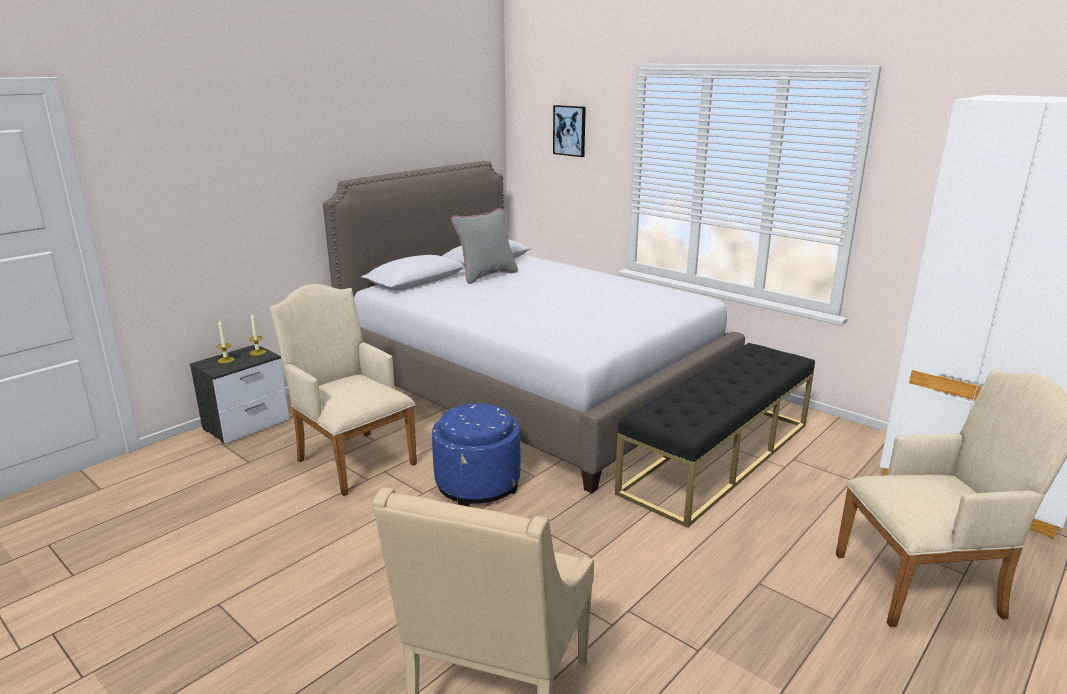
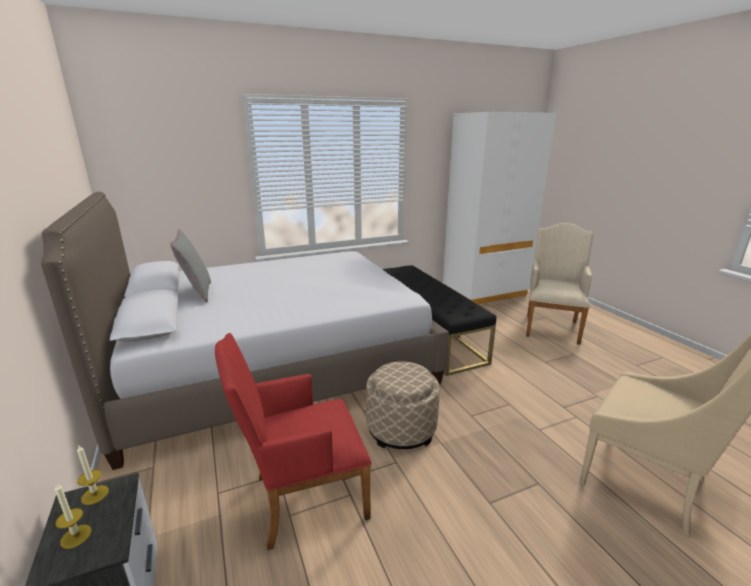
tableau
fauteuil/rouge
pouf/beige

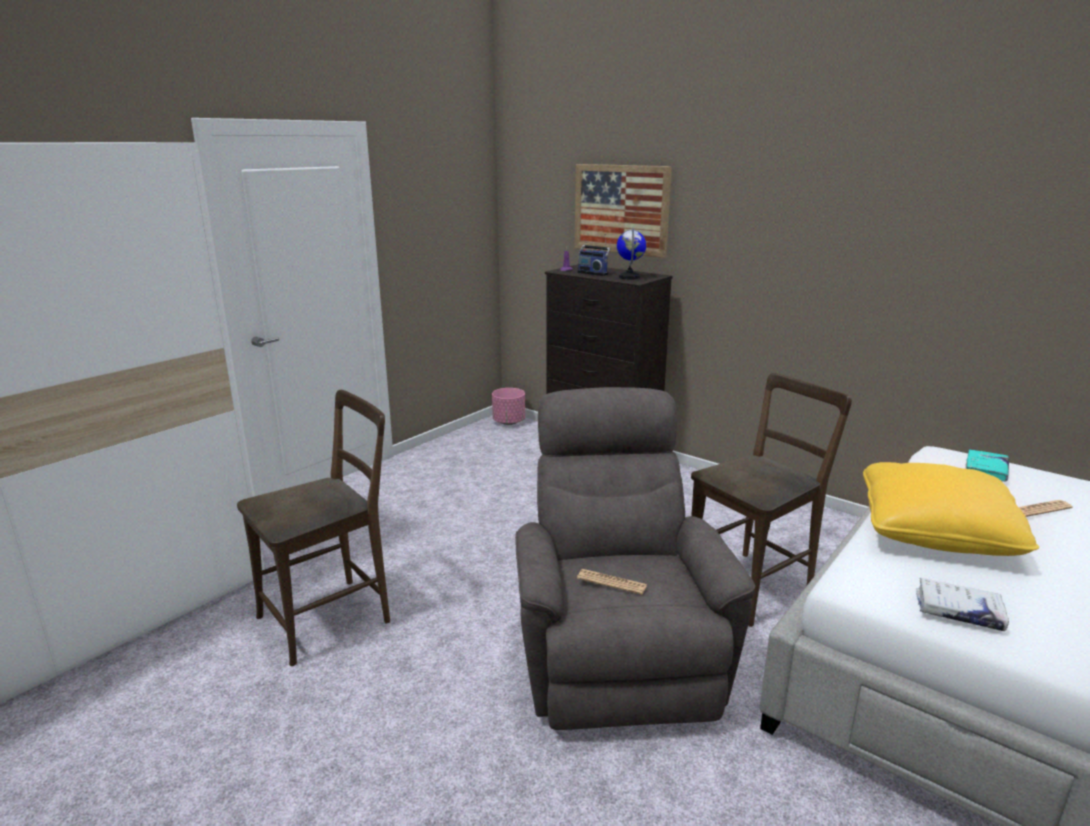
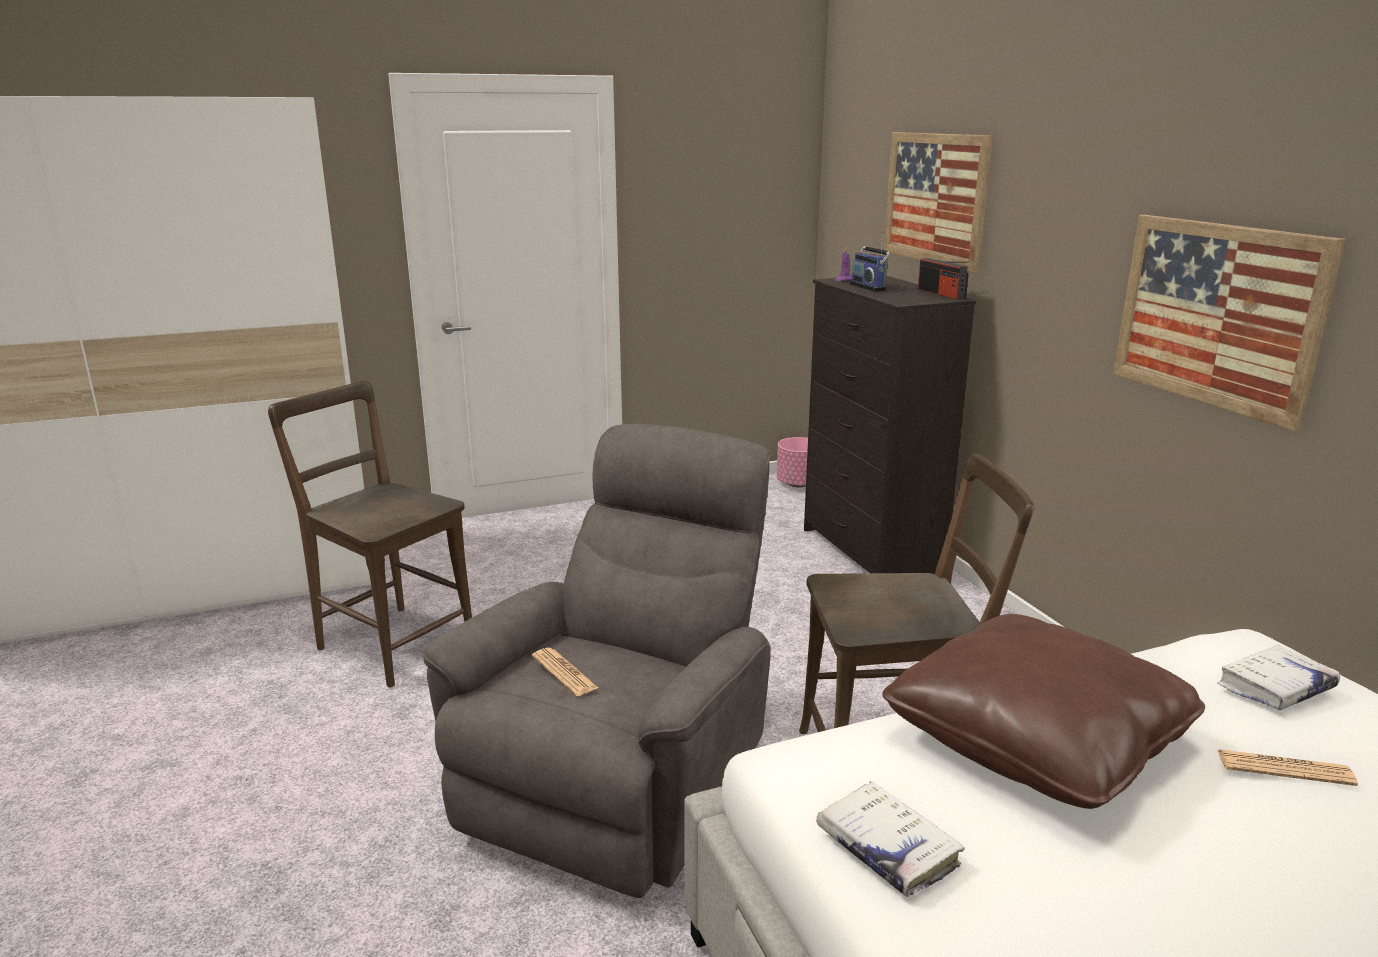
globe
radio (no. 2 from left)
tableau (no. 2 from left)
coussin/marron
livre/blanc (no. 2 from left)
chaise/marron (no. 1 from left)

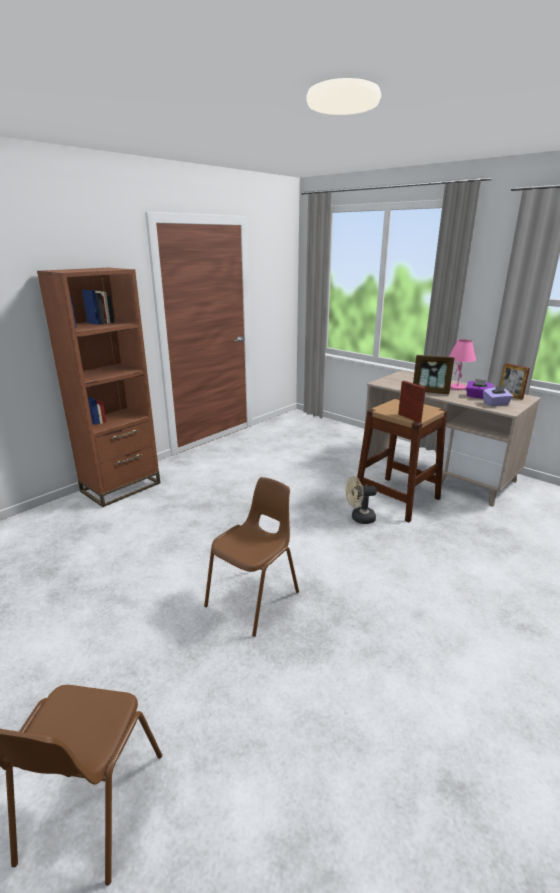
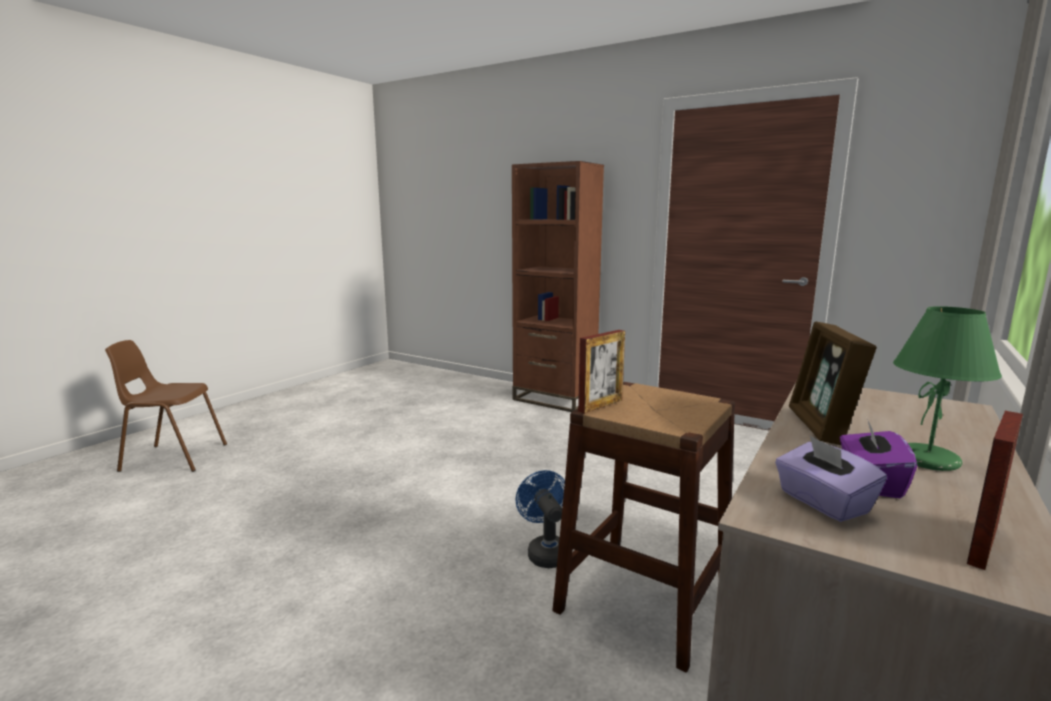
chaise/marron (no. 2 from left in the first image)
ventilateur/bleu
lampe de table/vert

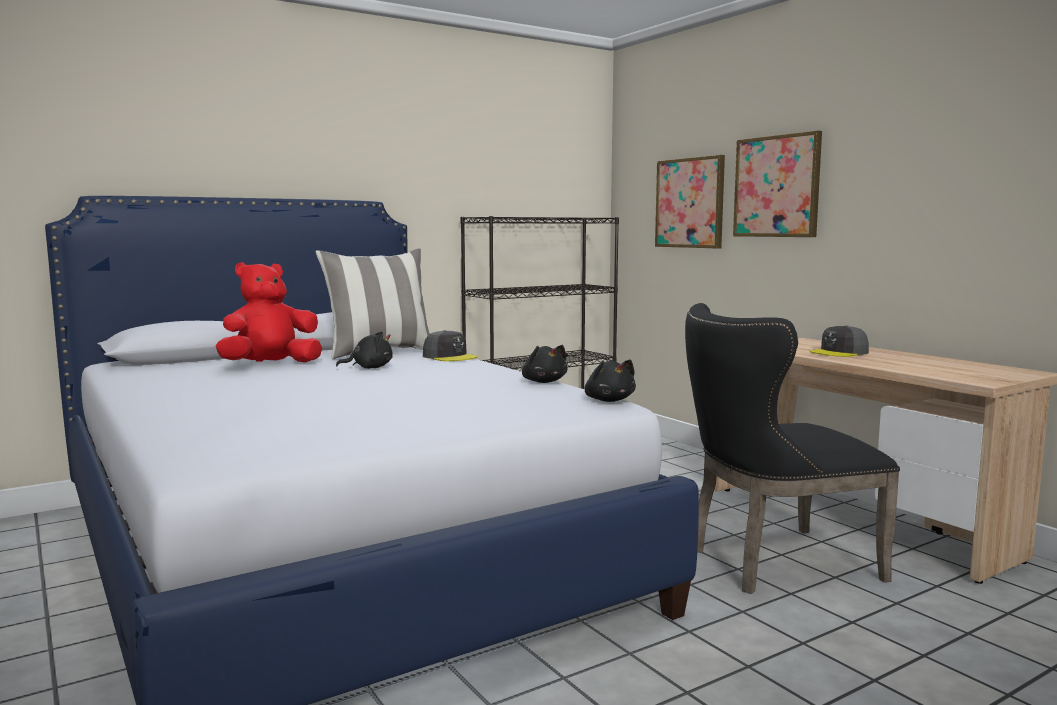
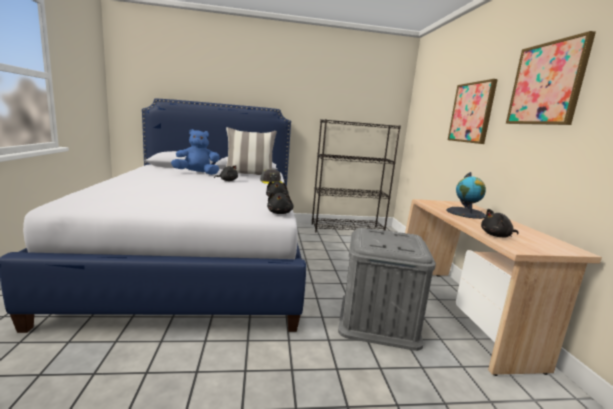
peluche/noir (no. 4 from left)
tableau (no. 2 from left)
boîte de rangement/gris
globe
peluche/bleu

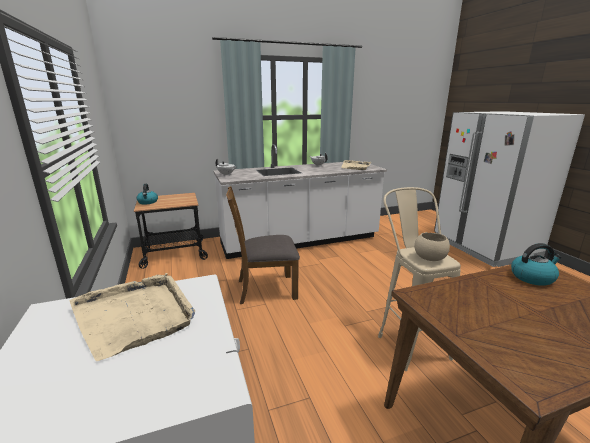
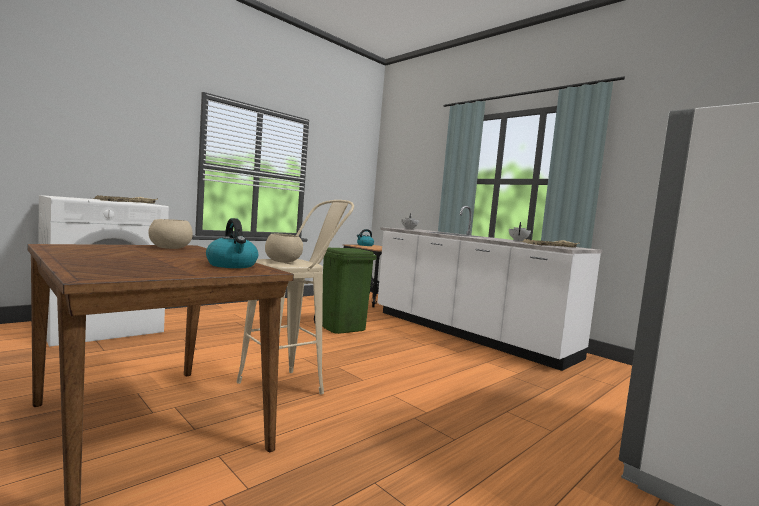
bol/beige (no. 1 from left)
poubelle/vert

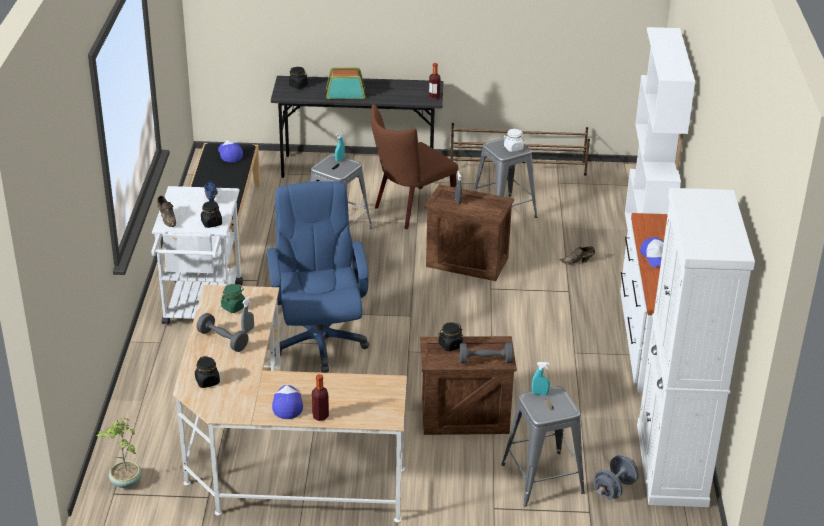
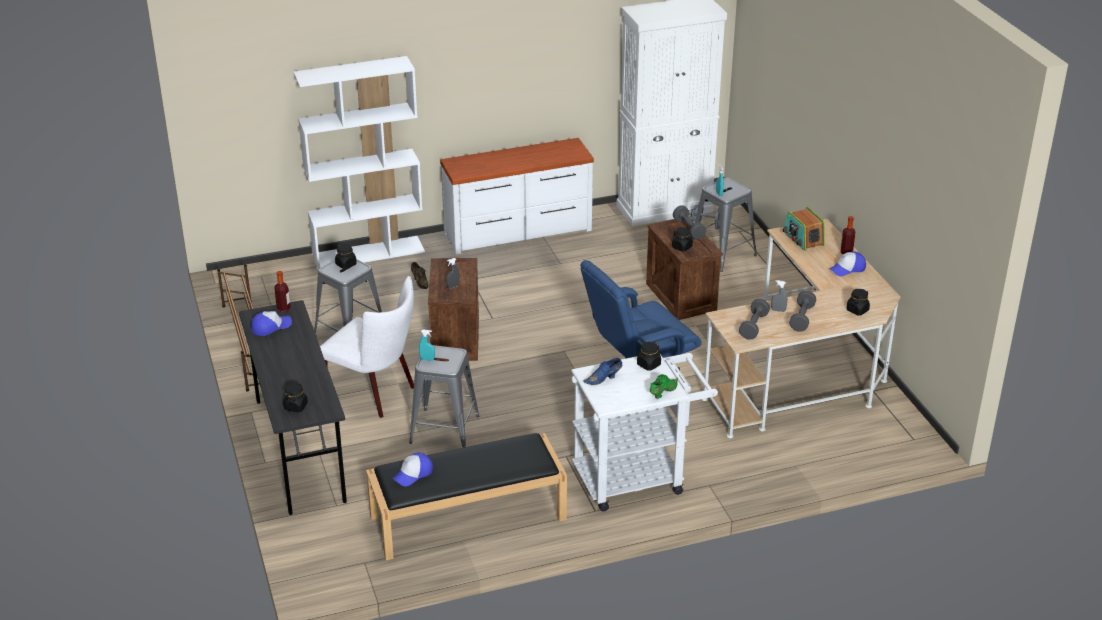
plante en pot
radio
casquette (no. 1 from left)
haltère/gris (no. 3 from left)
chaussure/vert
chaise/blanc
bocal/noir (no. 2 from left)

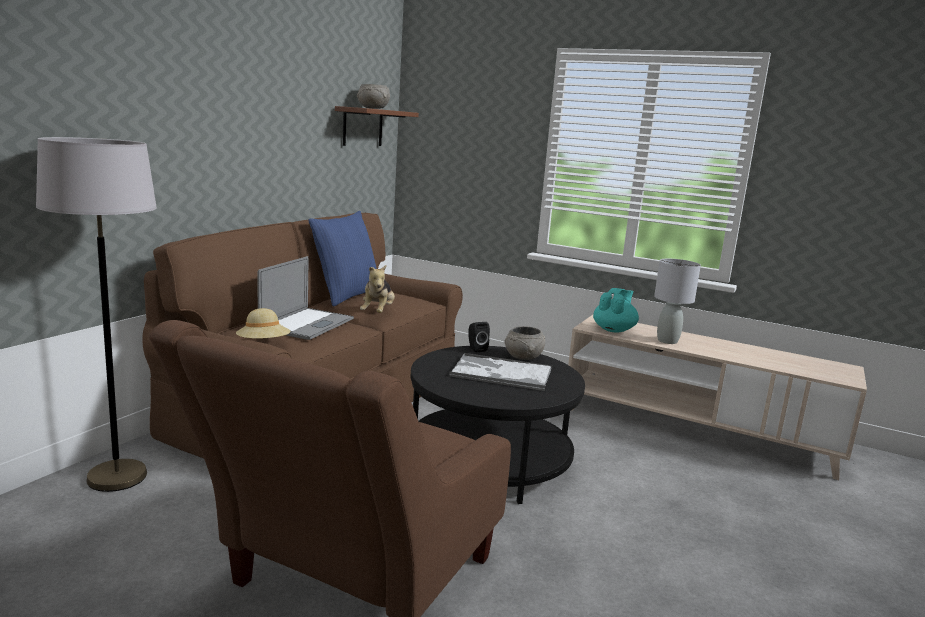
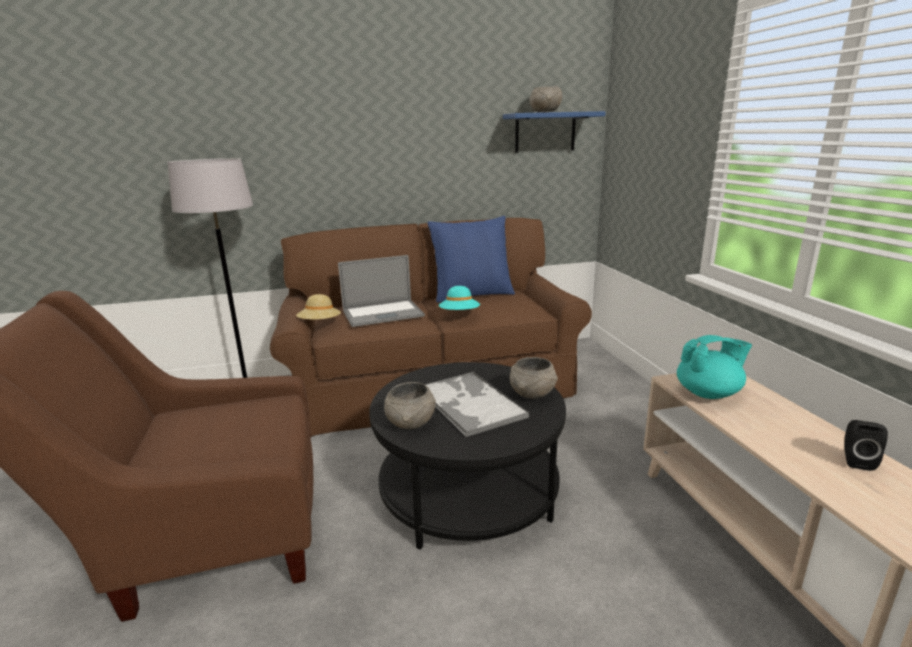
lampe de table/gris
bol/gris (no. 1 from left)
enceinte/noir
chapeau/turquoise
étagère/bleu

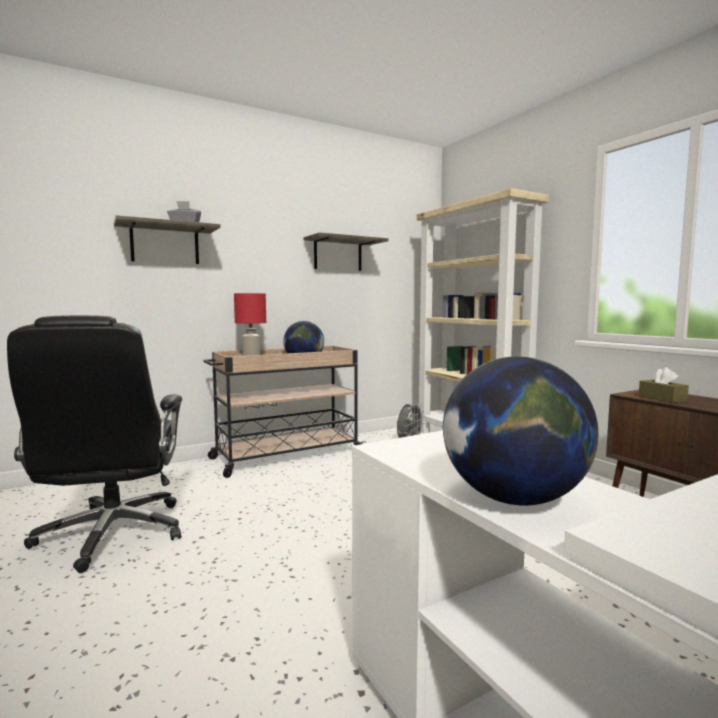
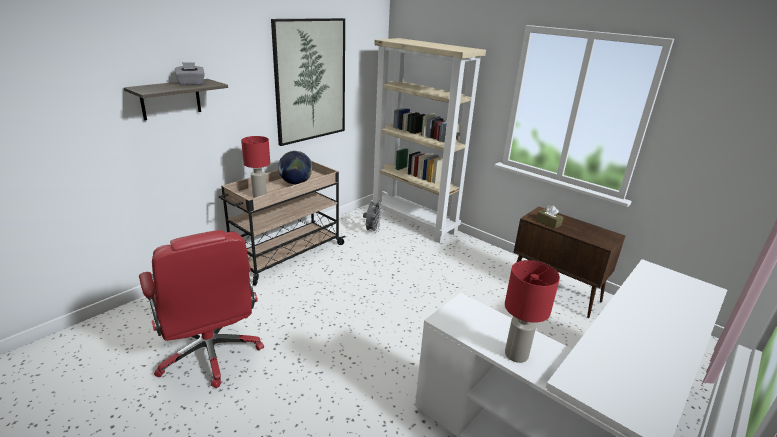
tableau
lampe de table/rouge (no. 2 from left)
chaise de bureau/rouge

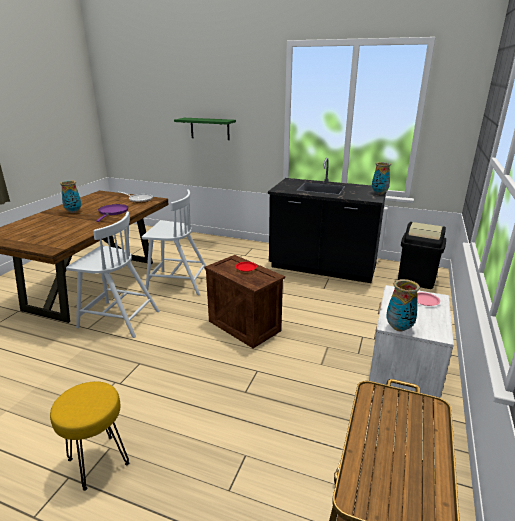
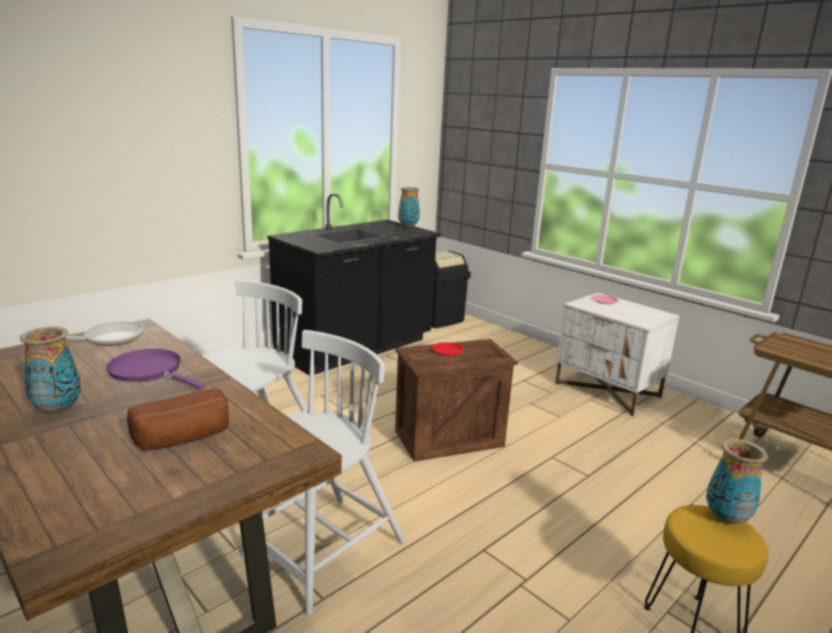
étagère/vert
pain
vase (no. 3 from left)

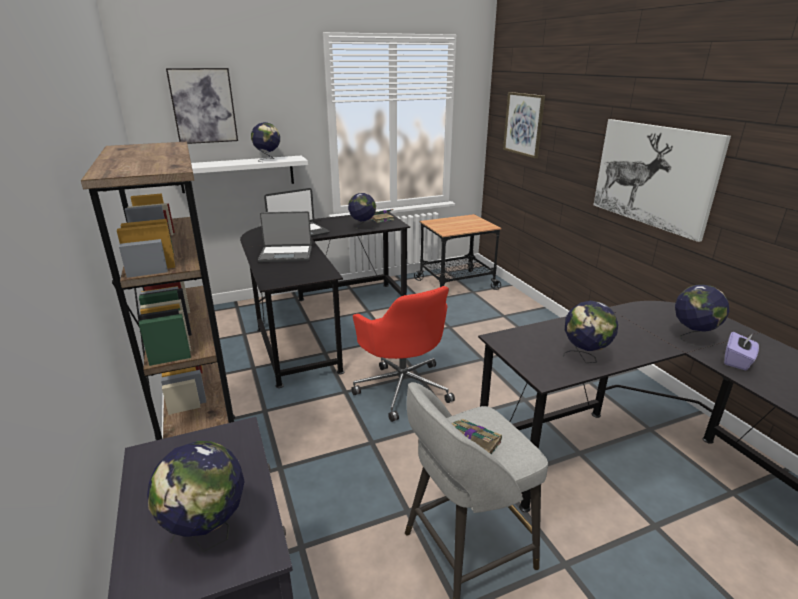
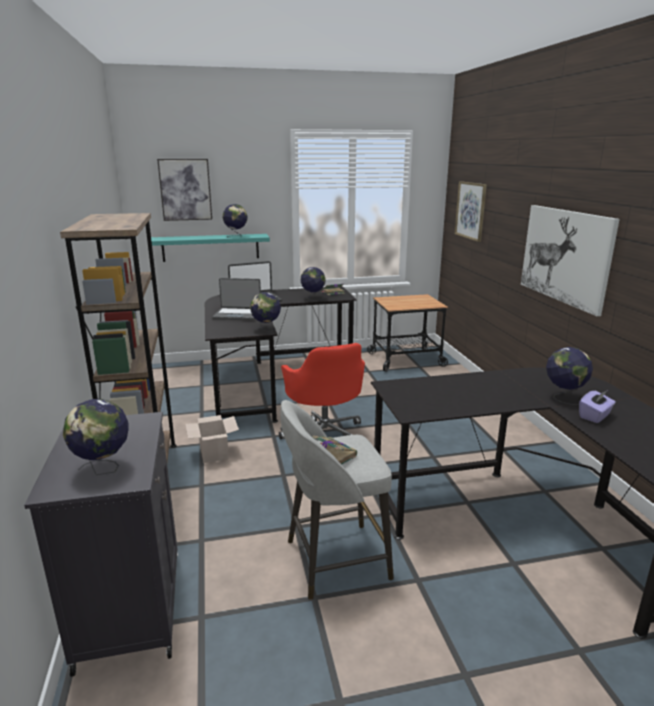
carton
globe (no. 3 from left)
étagère/turquoise

